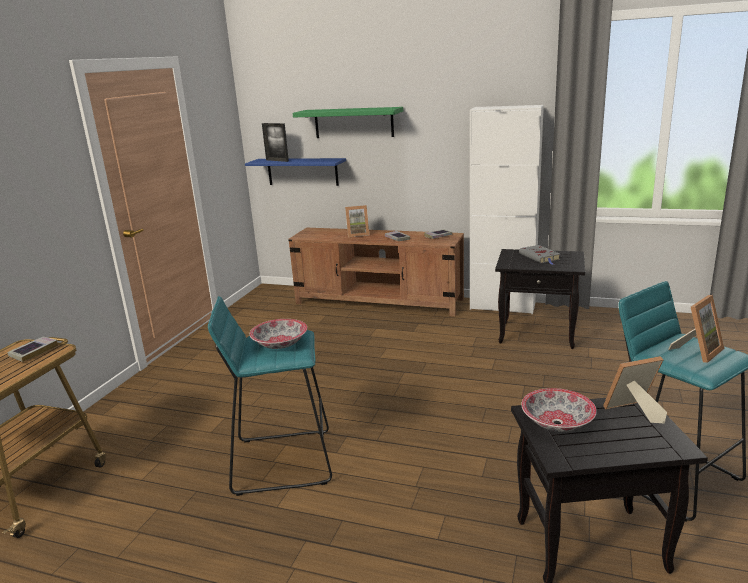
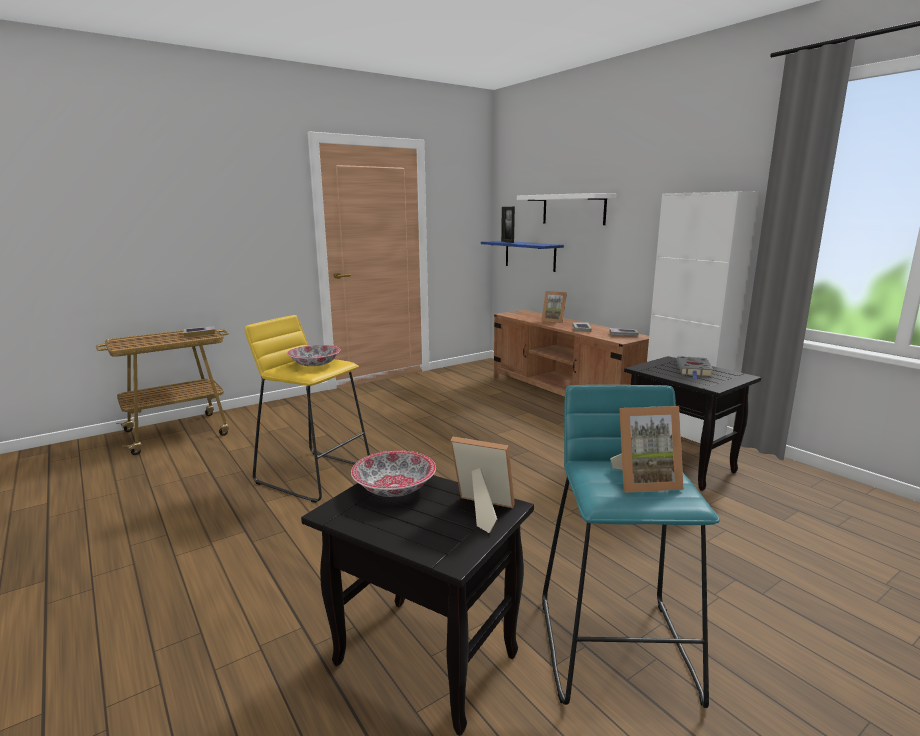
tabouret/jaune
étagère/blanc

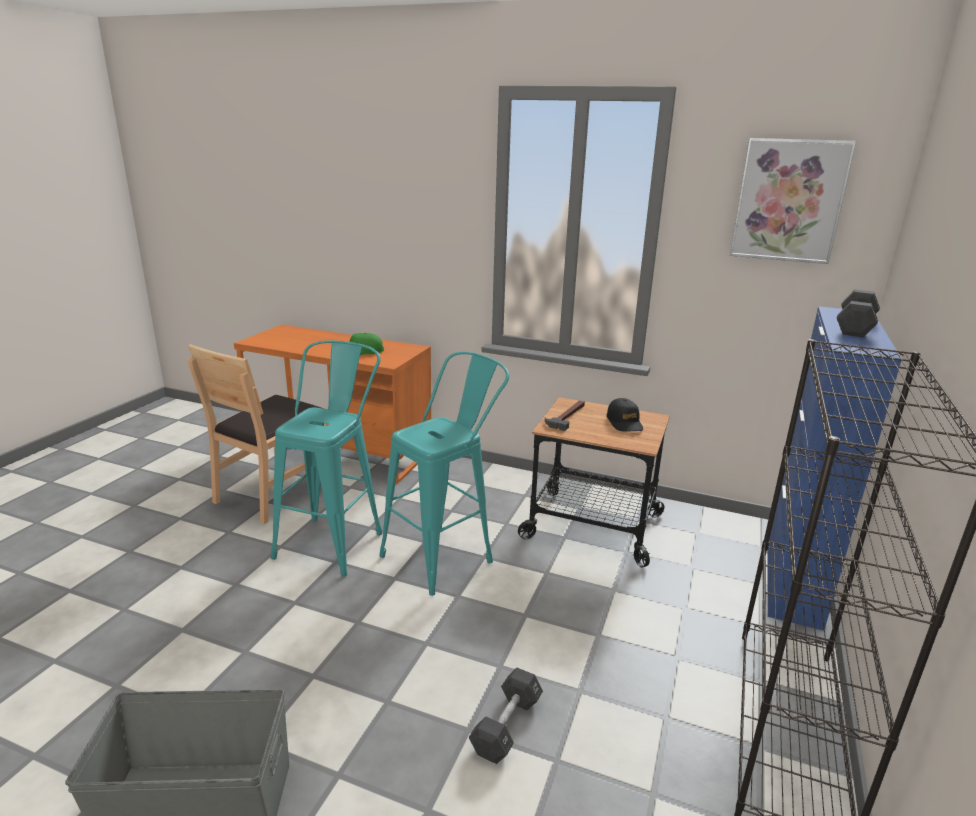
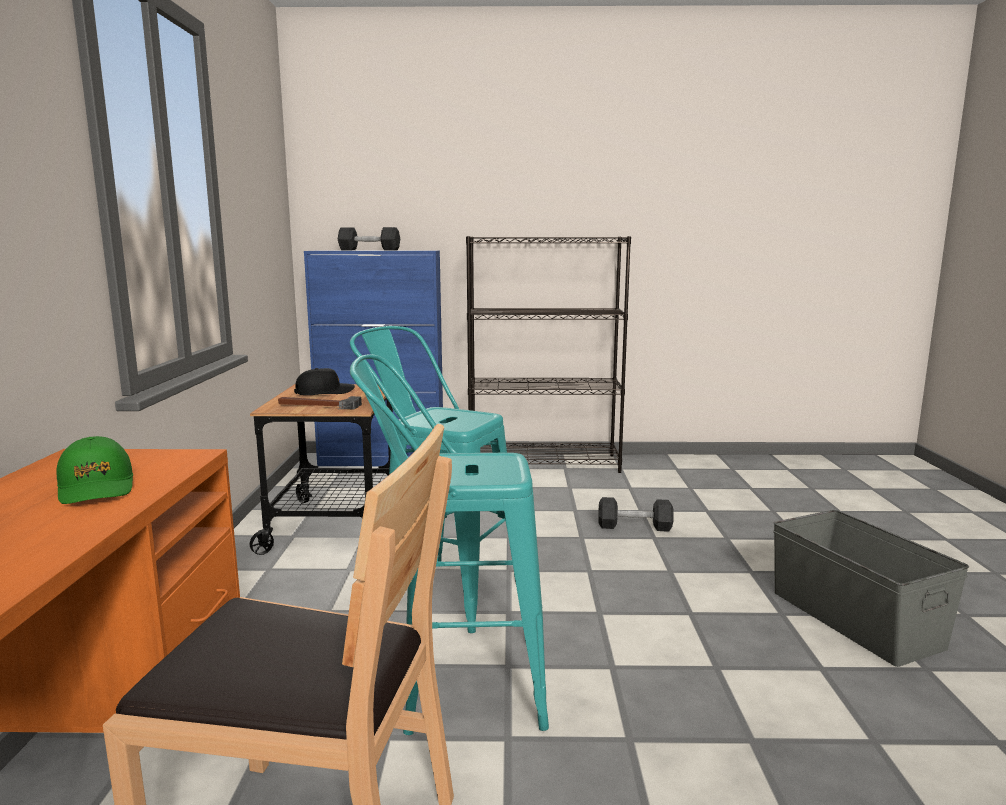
tableau

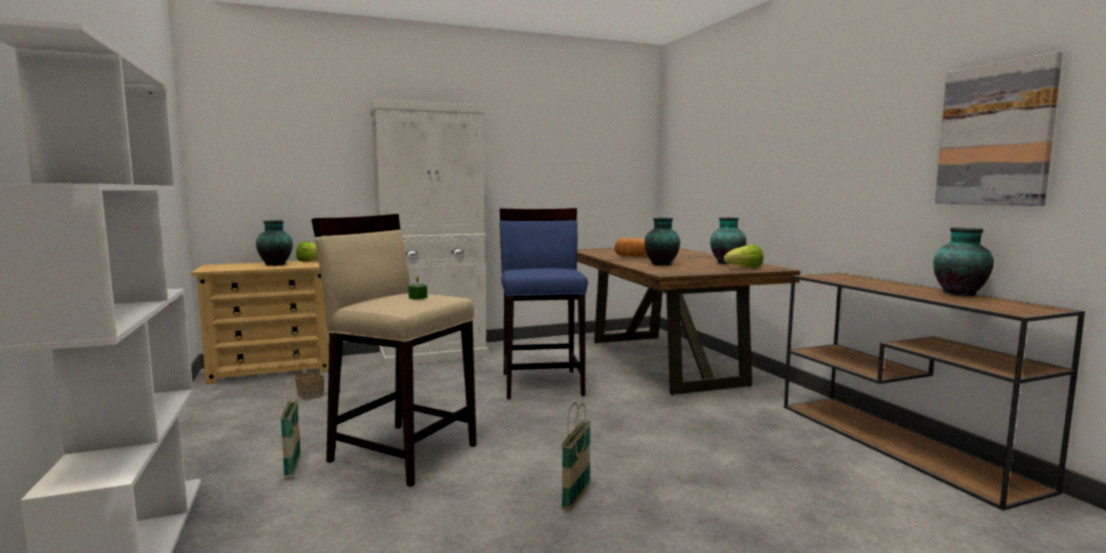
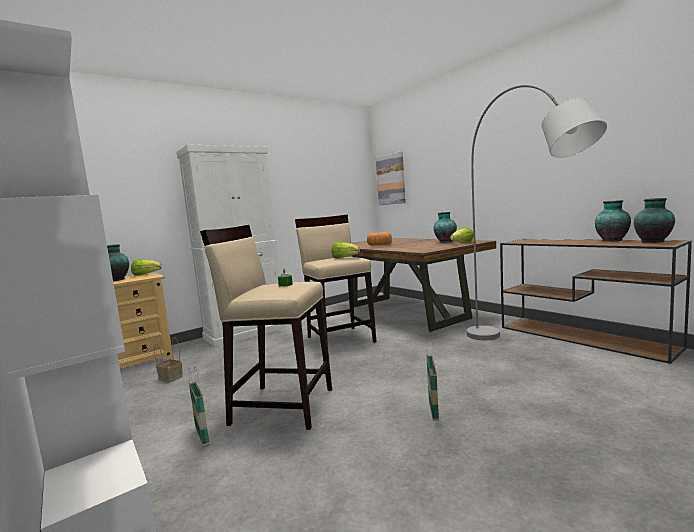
laitue (no. 2 from left)
lampadaire/gris
vase (no. 4 from left)
tableau
tabouret/beige (no. 2 from left)

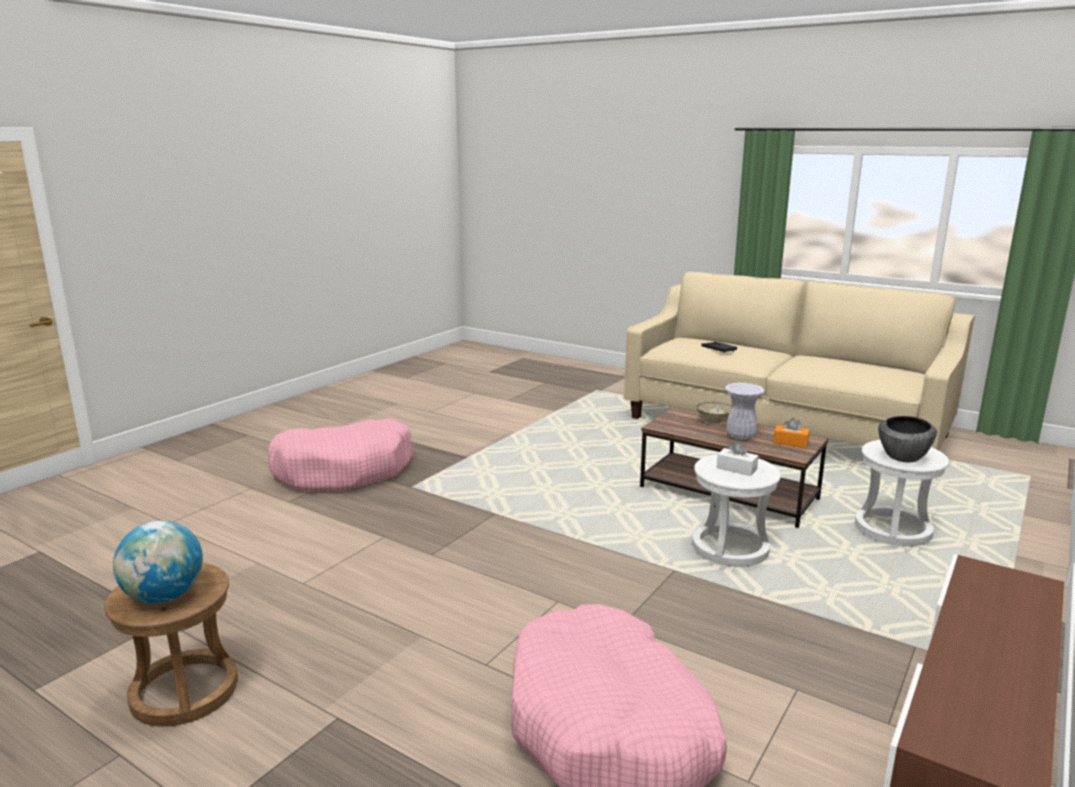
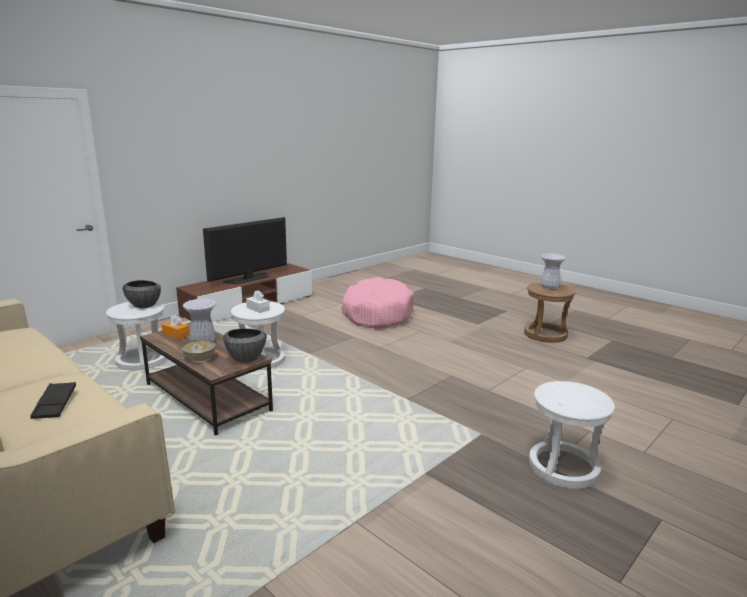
téléviseur
bol (no. 3 from left)
vase/blanc (no. 2 from left)
tabouret/blanc (no. 3 from left)

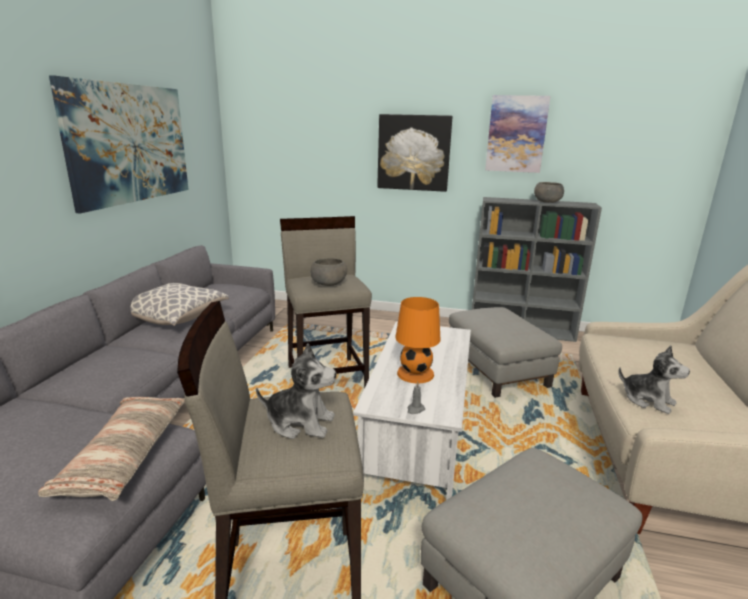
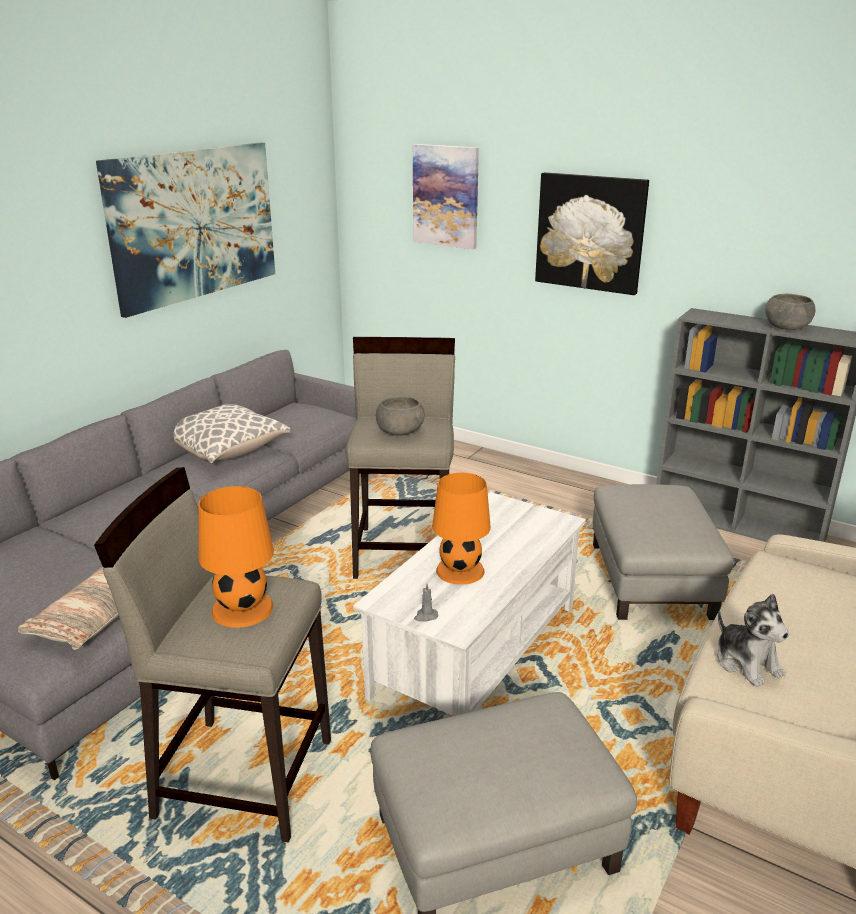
tableau (no. 2 from left)
lampe de table/orange (no. 1 from left)

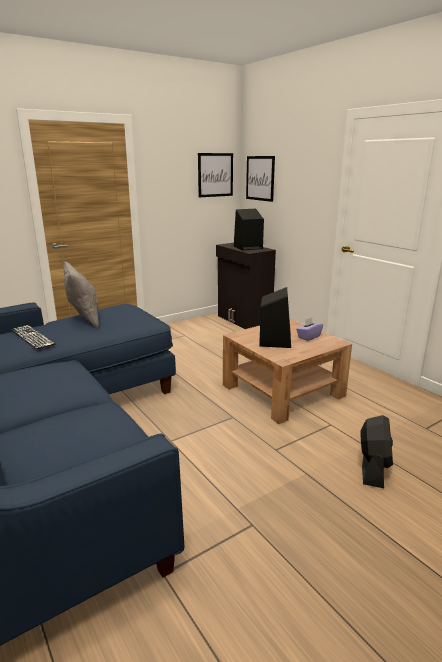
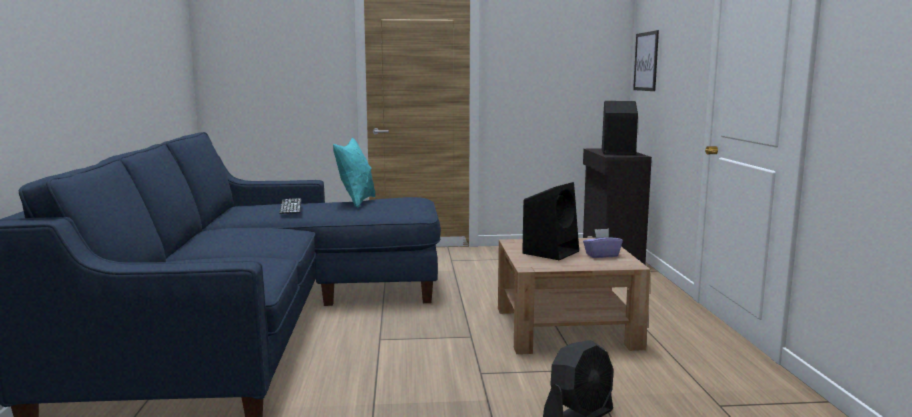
tableau (no. 1 from left in the first image)
coussin/turquoise

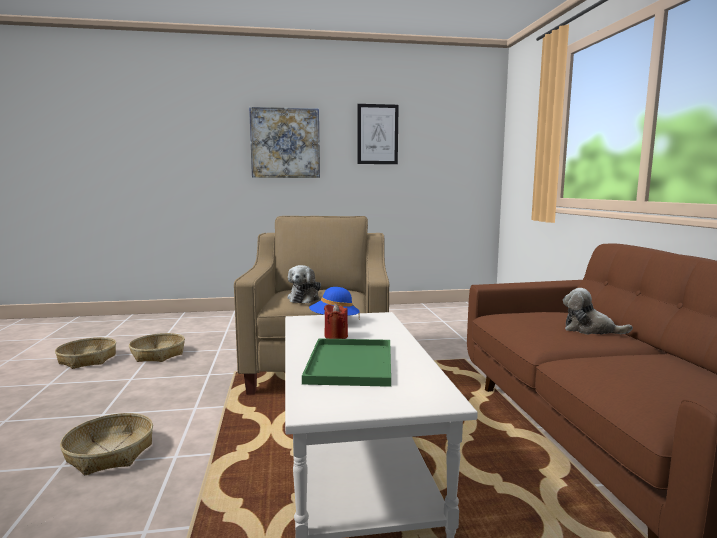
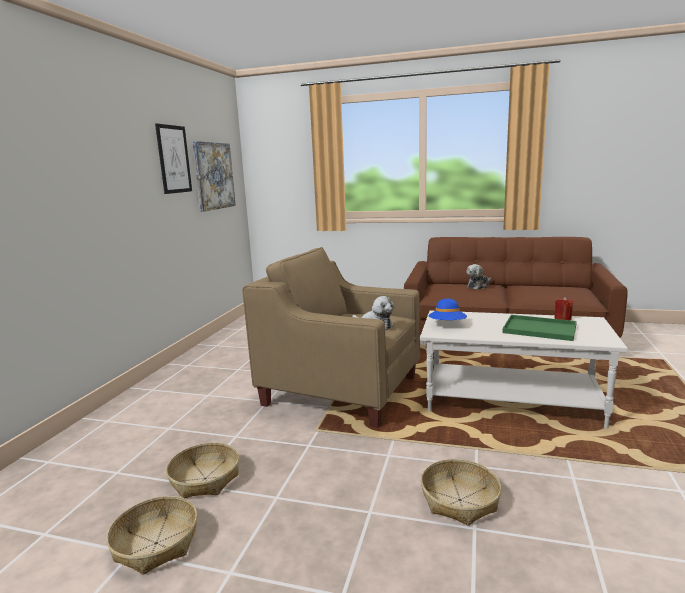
tableau (no. 2 from left)
bougie/rouge

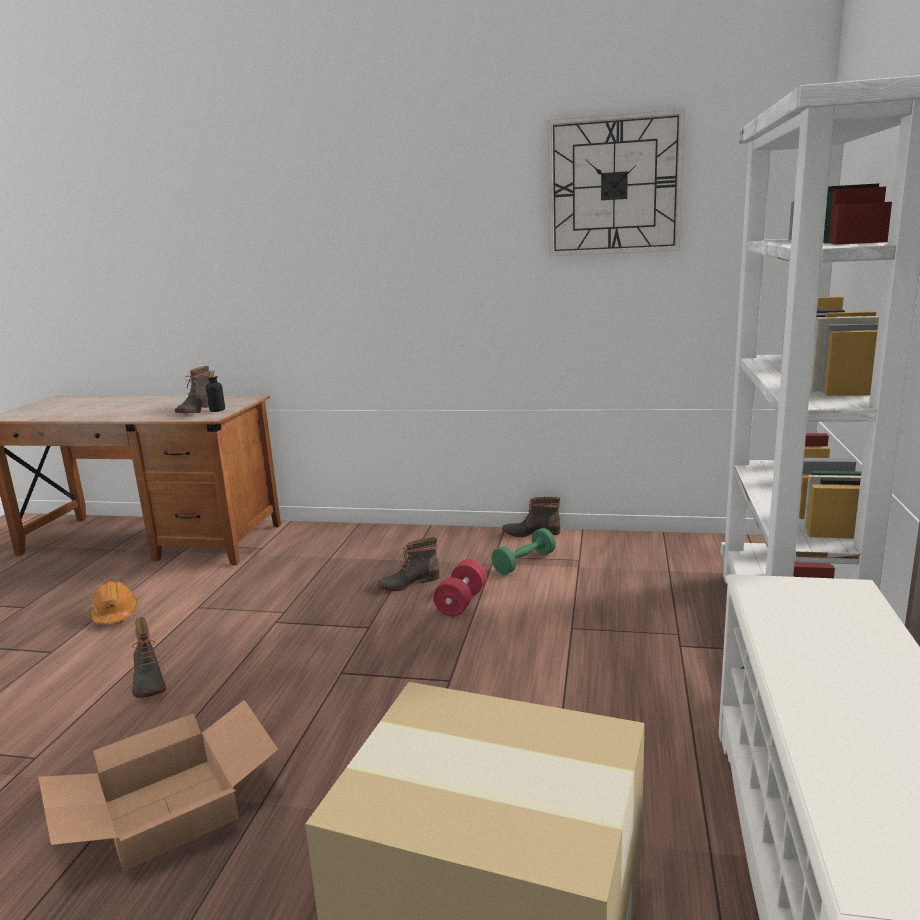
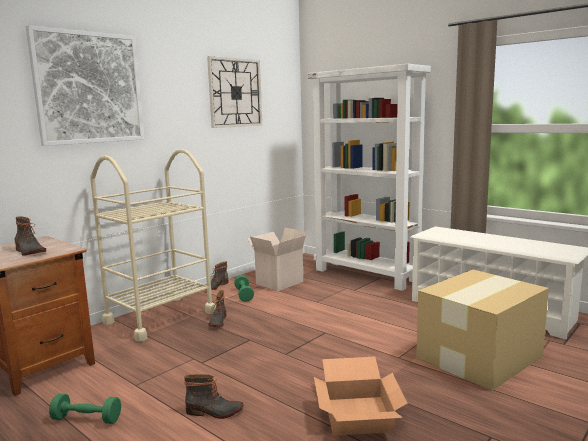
bouteille
haltère/rouge
tableau
chariot/beige
carton (no. 1 from left)
haltère/vert (no. 1 from left)

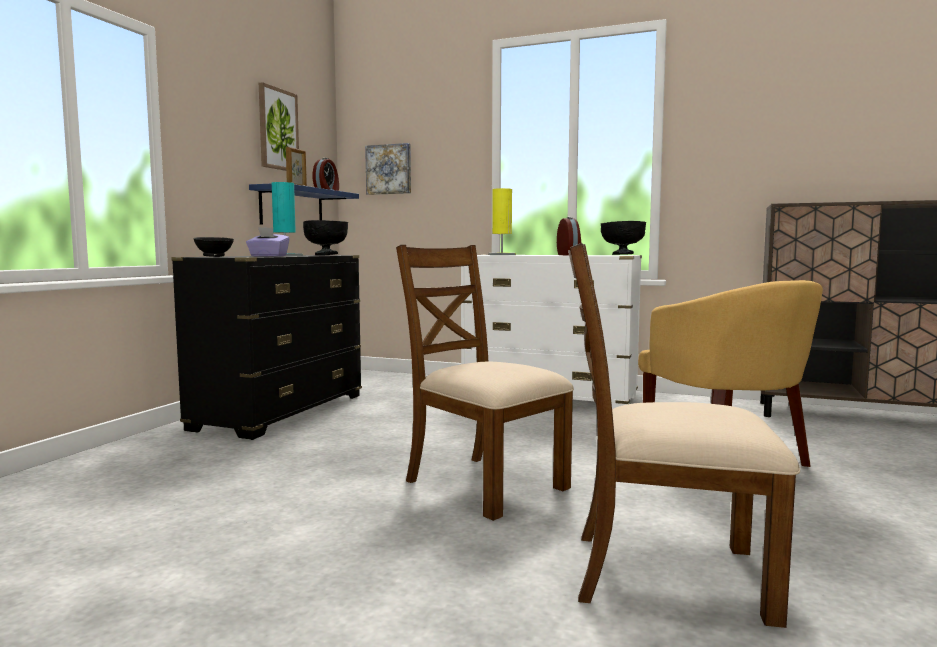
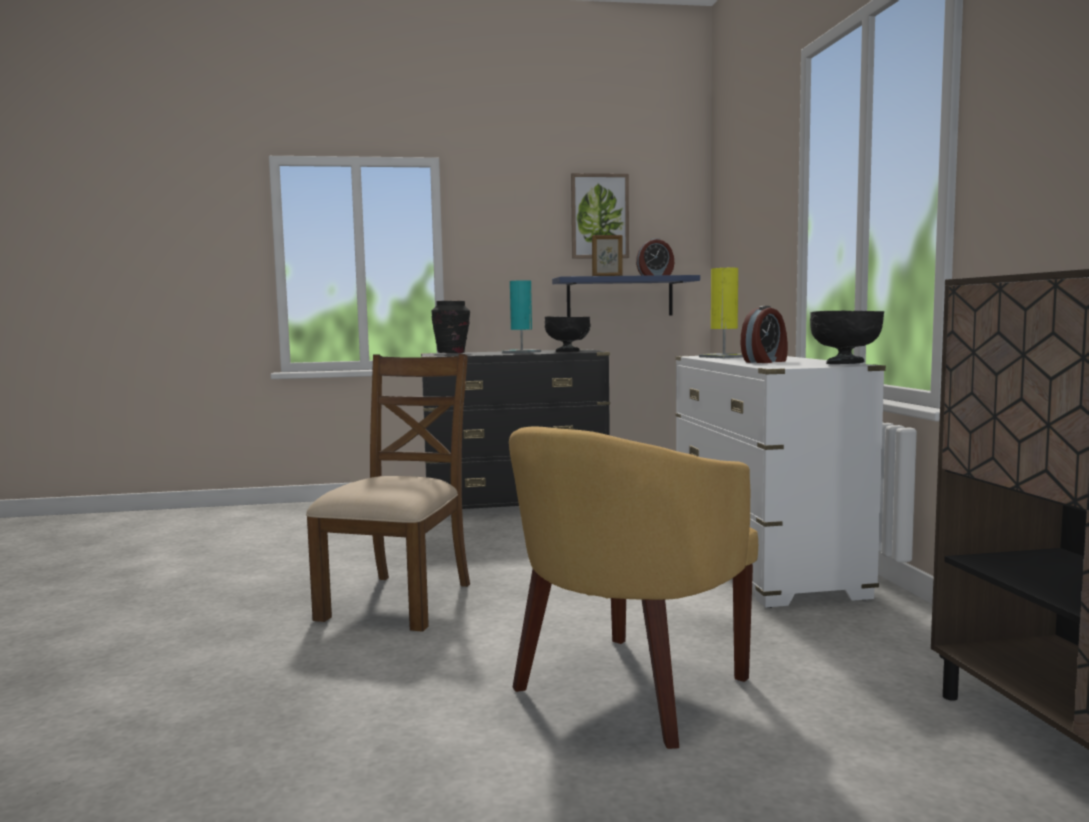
boîte à mouchoirs/violet
tableau (no. 2 from left in the first image)
chaise/marron (no. 2 from left in the first image)
vase/noir

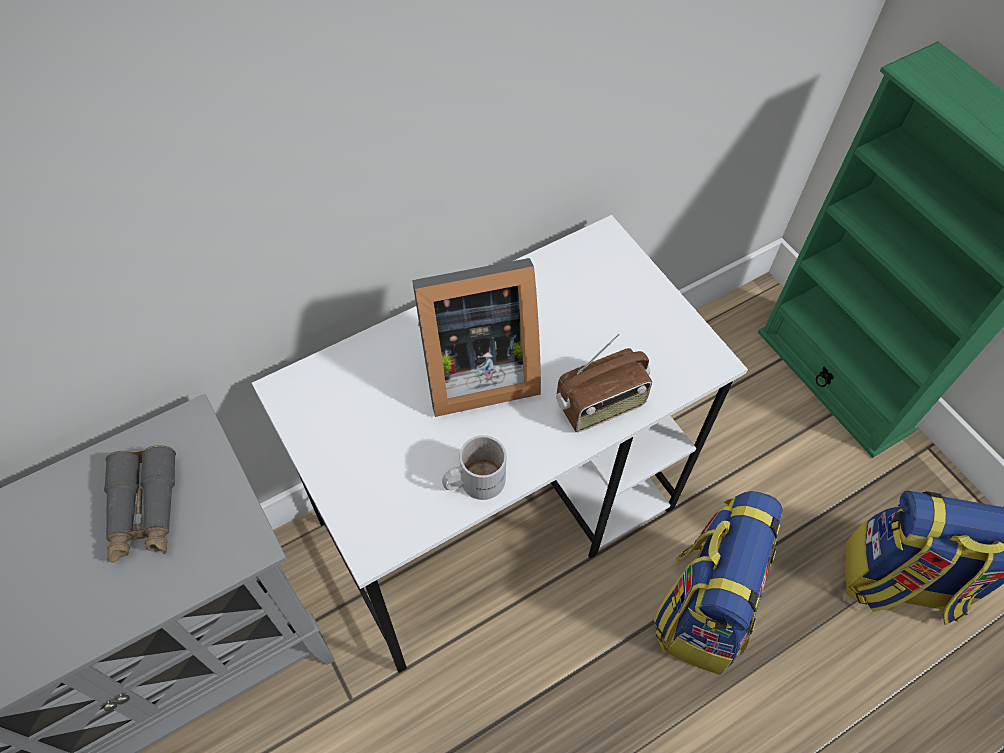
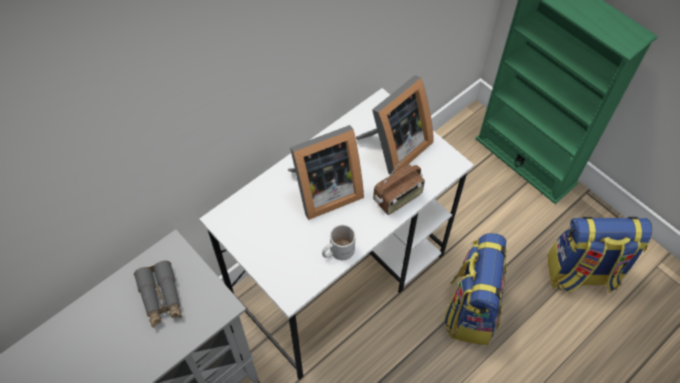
cadre photo (no. 2 from left)

